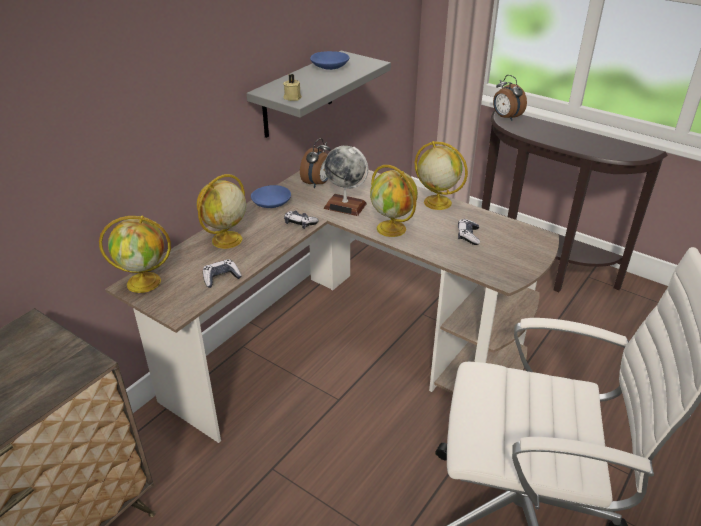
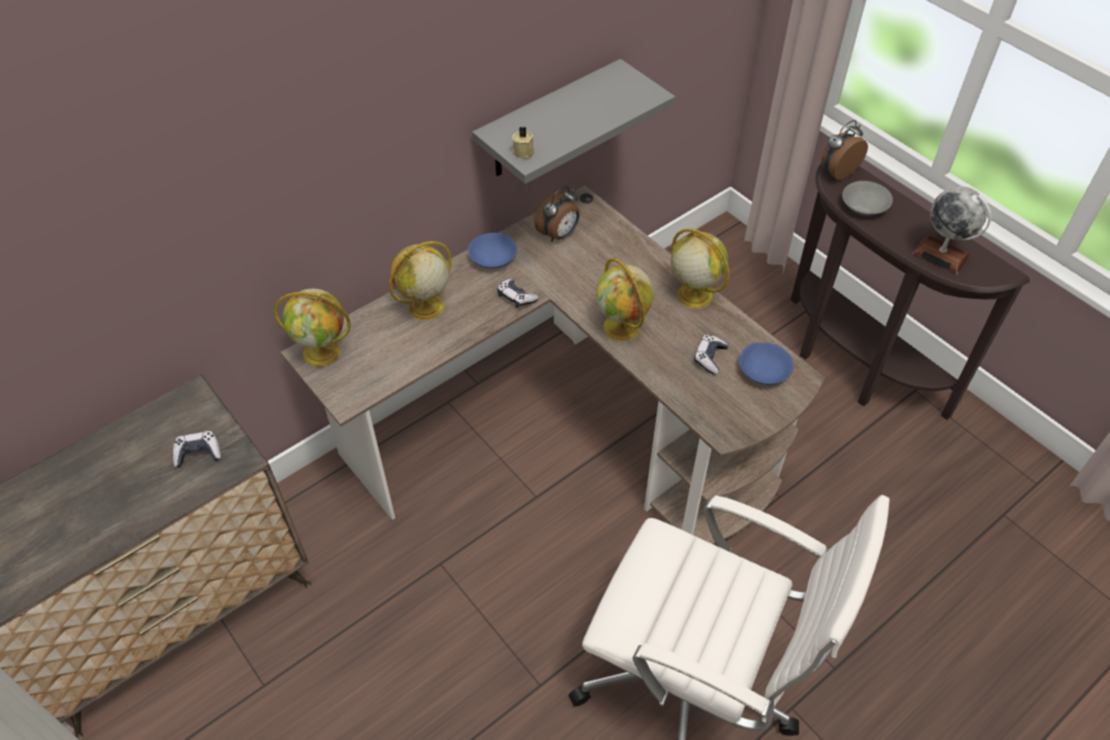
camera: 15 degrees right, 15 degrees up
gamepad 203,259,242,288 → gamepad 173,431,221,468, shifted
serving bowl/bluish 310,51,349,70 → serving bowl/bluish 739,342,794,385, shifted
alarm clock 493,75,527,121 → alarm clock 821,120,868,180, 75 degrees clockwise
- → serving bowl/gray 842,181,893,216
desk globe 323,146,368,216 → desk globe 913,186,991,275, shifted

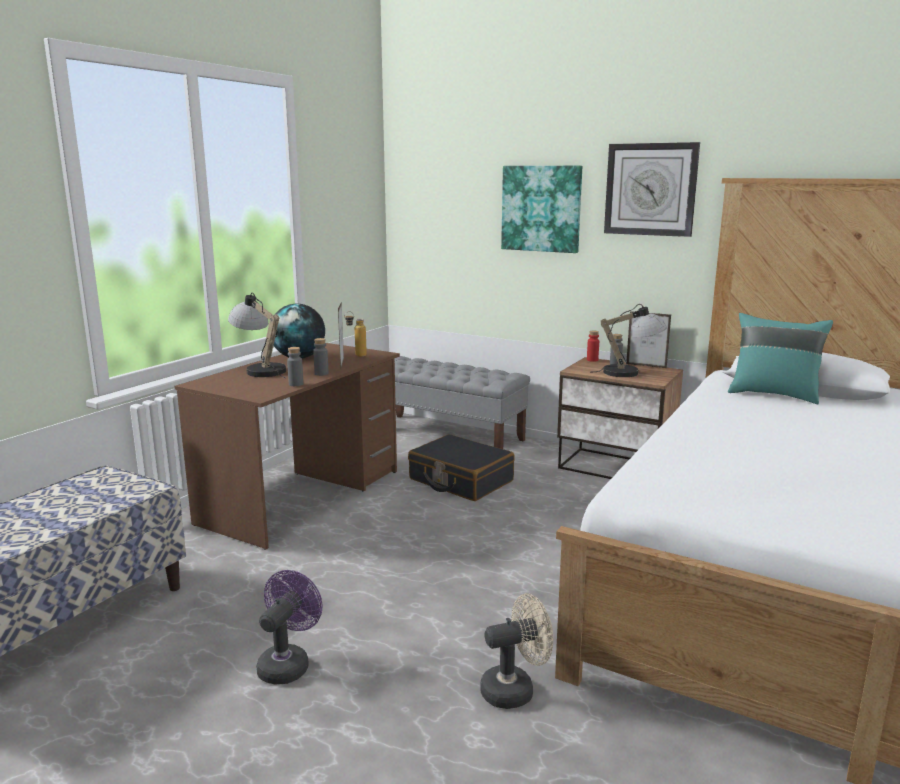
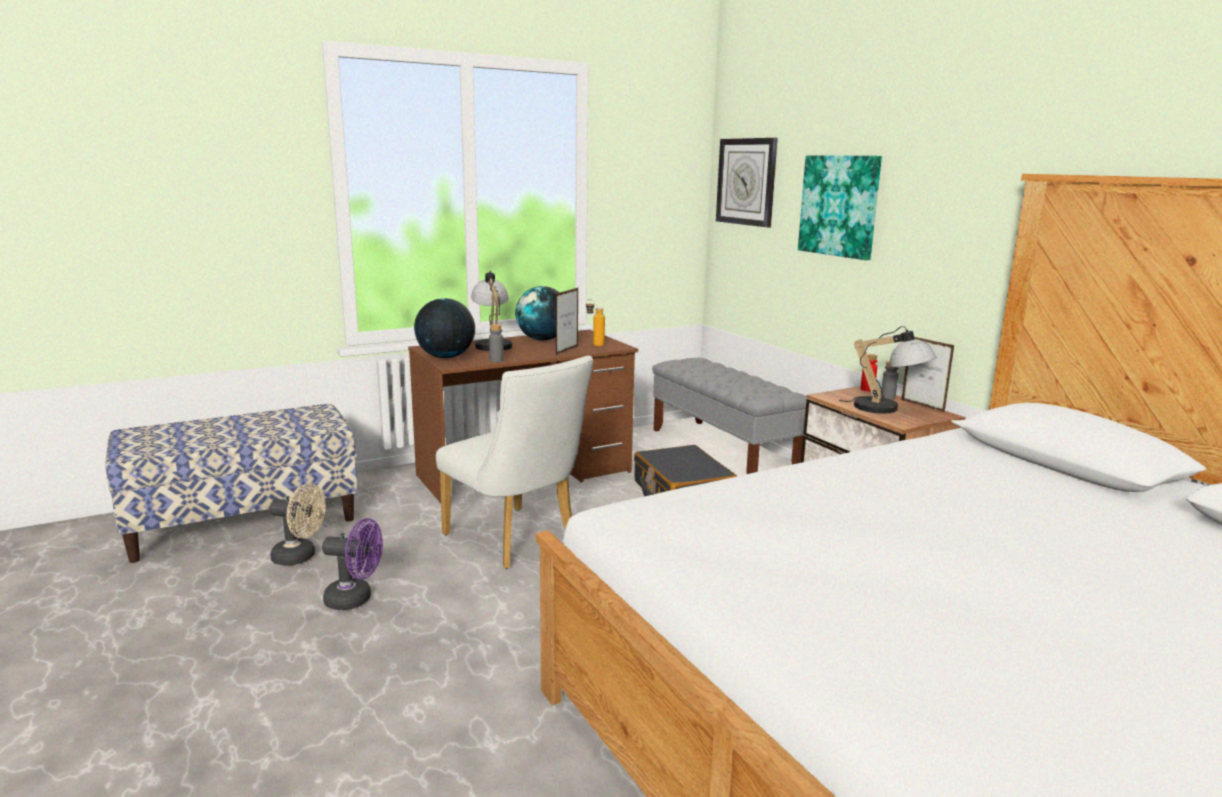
camera: 30 degrees right, 0 degrees up
cooling fan/beige 480,594,553,709 → cooling fan/beige 269,483,326,565, shifted
cooling fan/purplish 256,570,322,684 → cooling fan/purplish 322,518,383,610, 45 degrees clockwise
- → desk globe 414,298,475,358
- → chair/whitish 436,356,593,569
hanging clock 604,142,700,237 → hanging clock 716,138,778,227, shifted
beverage bottle/gray 313,338,329,376 → -
pillow/turquoise-coloured 728,313,833,404 → -

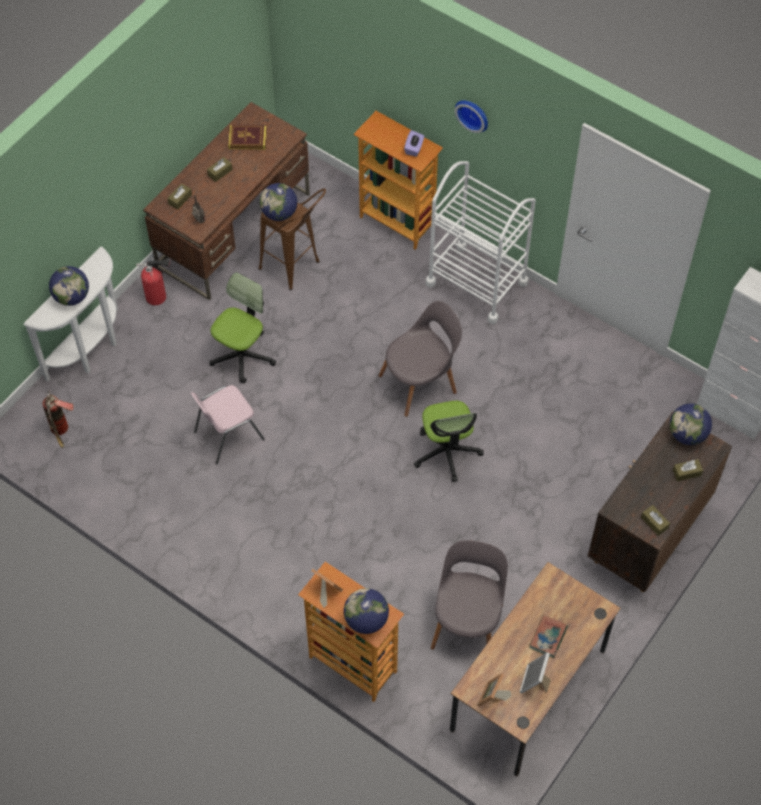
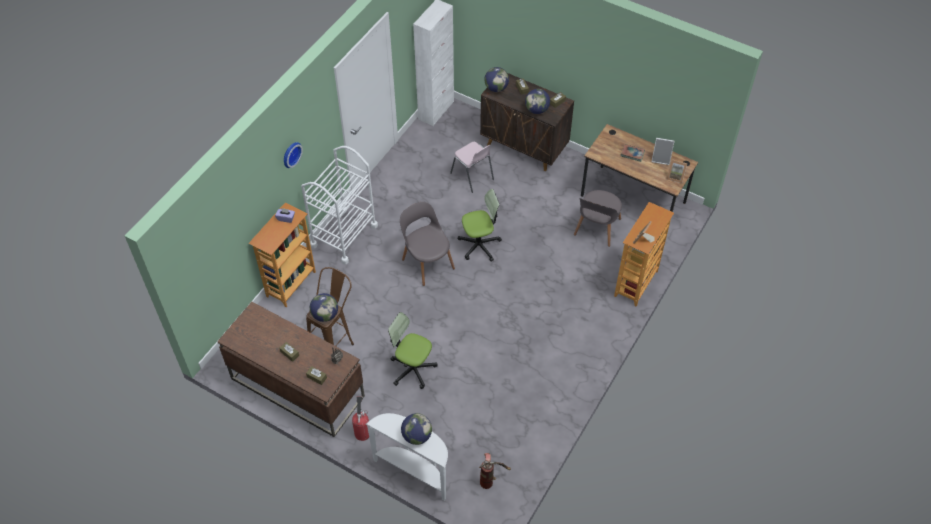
camera: 95 degrees left, 5 degrees down
chair/pink-coloured 191,385,265,465 → chair/pink-coloured 450,142,494,193, shifted
desk globe 344,588,389,634 → desk globe 525,89,550,114, shifted
chair/gray 431,540,508,650 → chair/gray 574,190,622,247, 75 degrees counterclockwise
volume 228,125,267,150 → -

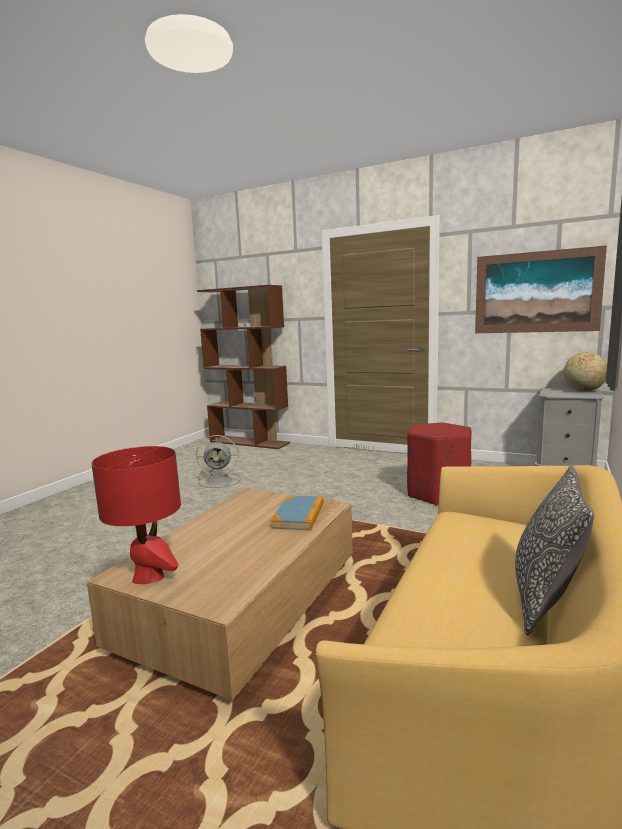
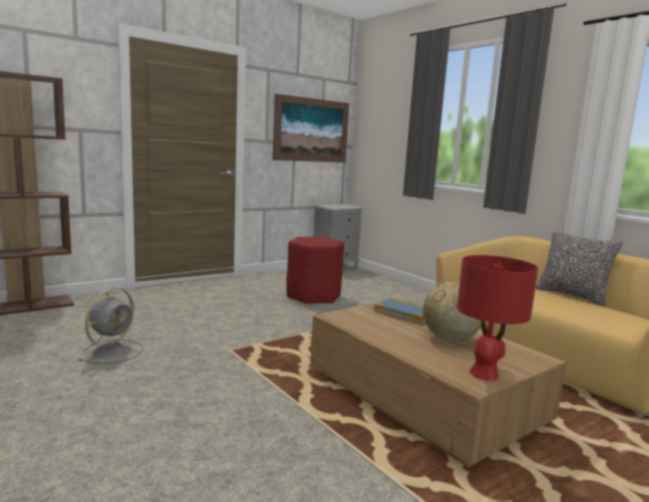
camera: 65 degrees left, 0 degrees up
desk globe 563,352,607,391 → desk globe 423,282,481,342, shifted

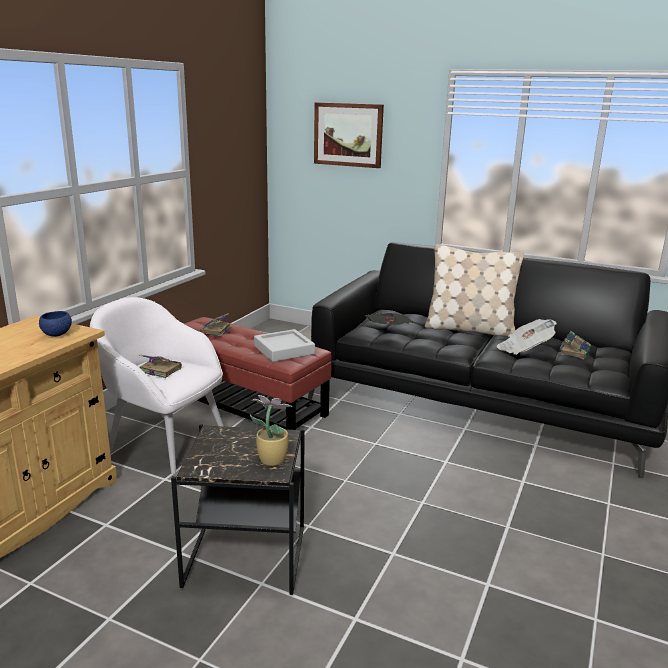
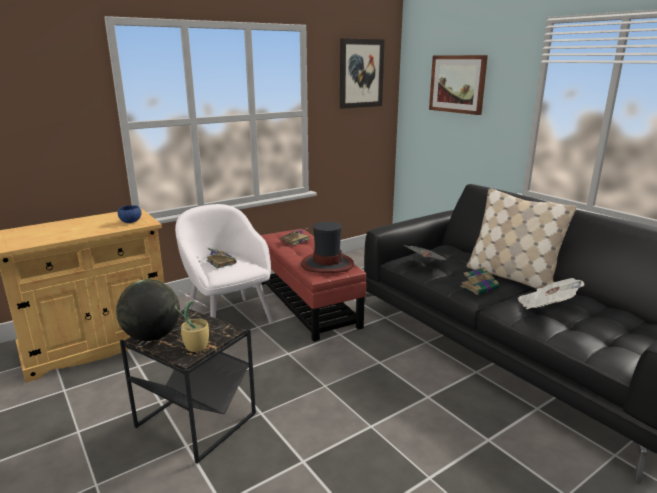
camera: 30 degrees right, 0 degrees up
- → desk globe 116,279,180,341
tray/gray 254,329,315,362 → wearable hat 301,222,354,273
- → wall art 340,38,385,109
volume 559,331,592,359 → volume 460,267,499,295, shifted

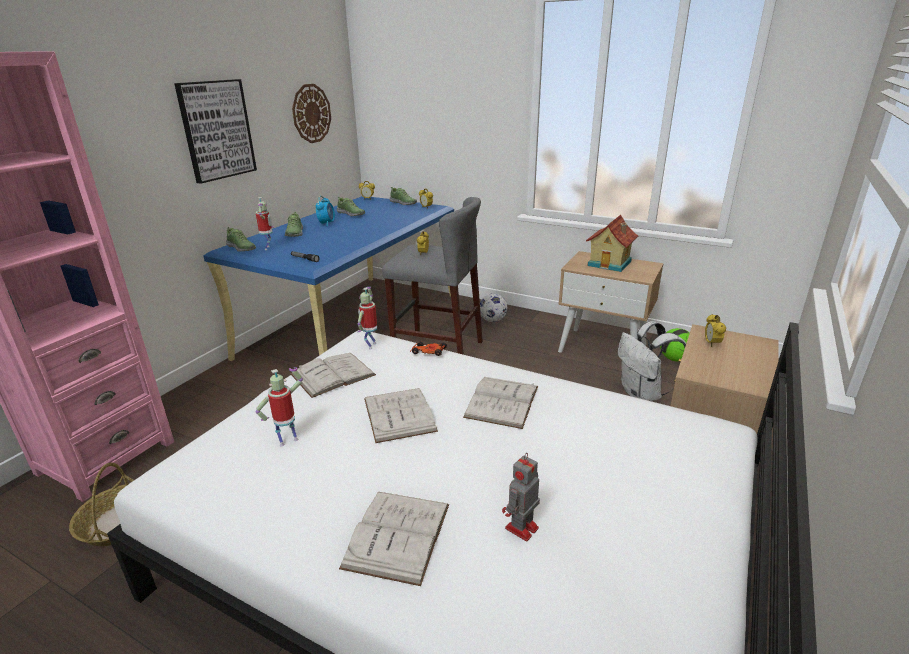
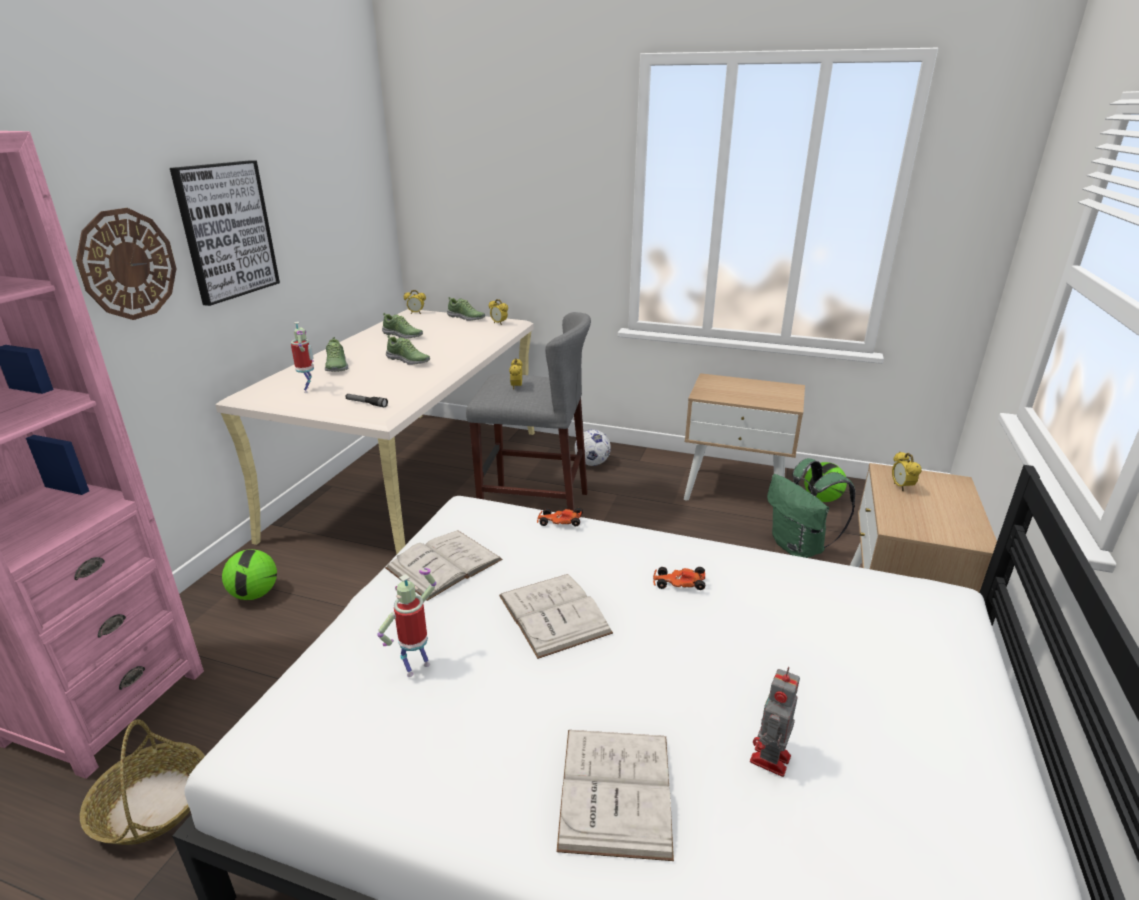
camera: 10 degrees left, 0 degrees up
hanging clock 292,84,331,143 → hanging clock 76,208,177,320, shifted
desk table/bluish 203,196,454,361 → desk table/beige 215,309,535,554
- → football 222,549,277,600
item of footwear 226,227,256,252 → item of footwear 386,335,430,365, shifted
volume/whitish 463,377,538,429 → model car 653,567,705,590
rucksack/whitish 618,321,686,401 → rucksack/greenish 767,458,855,558
alarm clock 316,196,335,226 → -
robot figure 357,287,377,350 → -
model house 586,215,638,272 → -

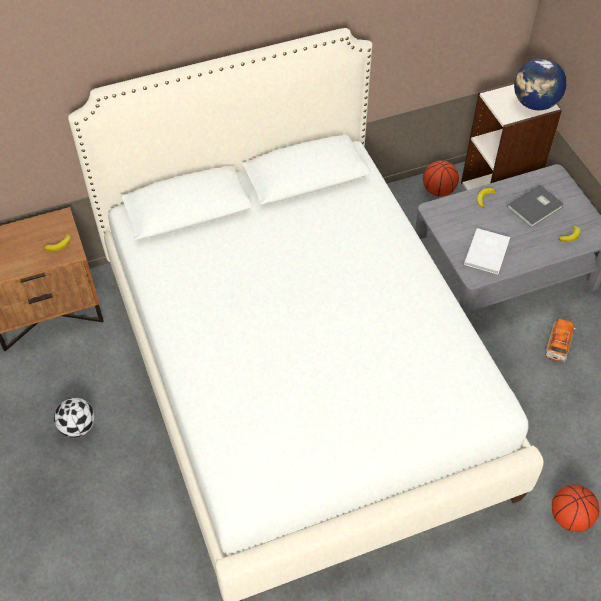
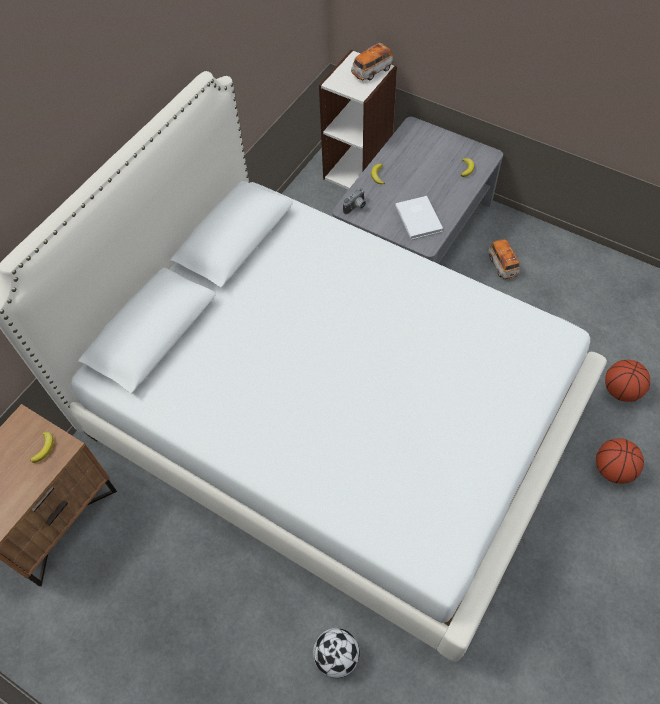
camera: 35 degrees left, 5 degrees up
football 54,398,95,438 → football 313,628,360,678, shifted
- → still camera 343,188,366,214
desk globe 514,58,567,110 → model car 351,43,393,80
ball for basketball 423,160,459,197 → ball for basketball 596,439,644,484, shifted
volume/gray 507,185,564,227 → -

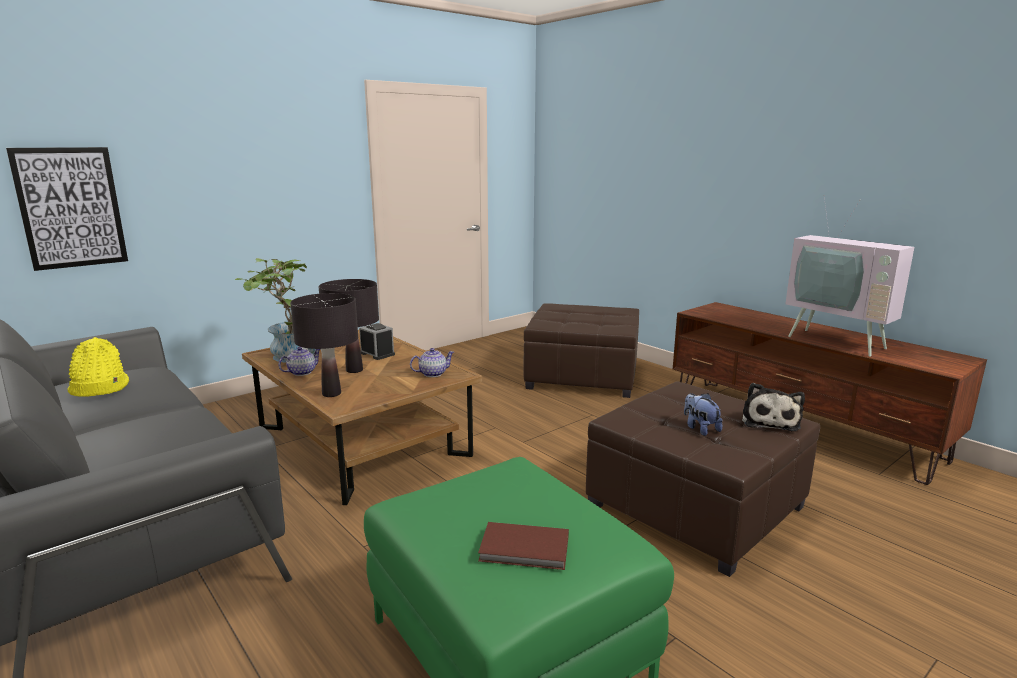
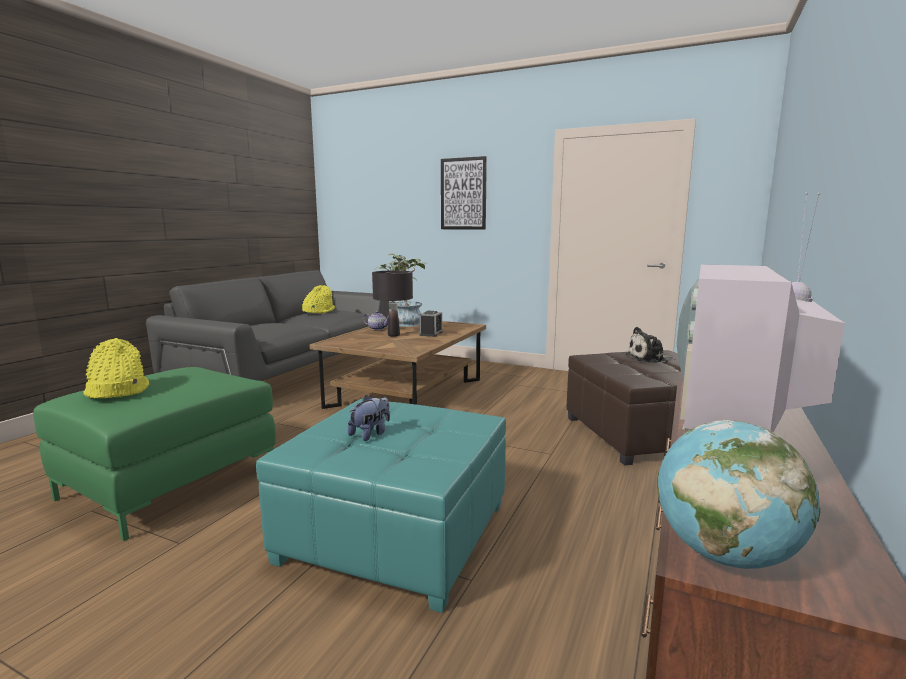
camera: 65 degrees right, 5 degrees down
volume/brown-coloured 478,522,569,570 → wearable hat/yellow 83,338,149,398
footrest/brown-coloured 586,381,820,577 → footrest/turquoise-coloured 256,398,506,613
wall art 6,147,128,271 → wall art 441,156,487,229, shifted
cuddly toy 742,383,805,431 → cuddly toy 626,327,672,363, shifted
- → desk globe 657,420,820,569
table lamp/black-coloured 290,293,358,397 → -
pot for tea 410,348,454,377 → -

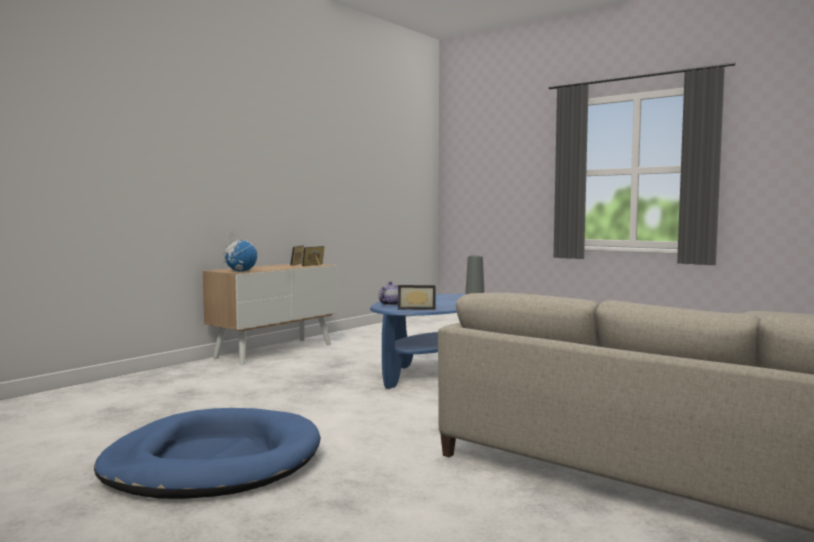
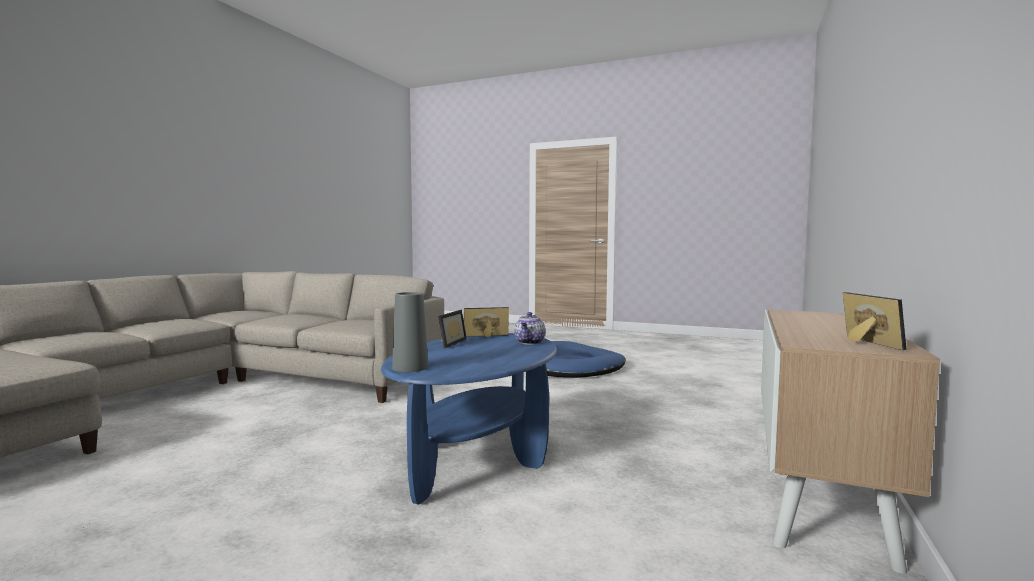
camera: 165 degrees right, 0 degrees up
picture frame 302,246,325,266 → picture frame 438,310,467,348, shifted
desk globe 223,231,257,272 → -

